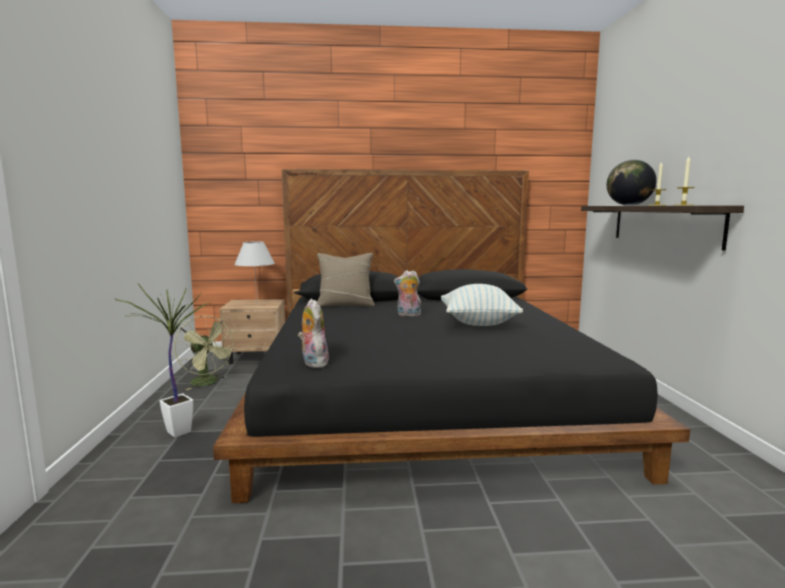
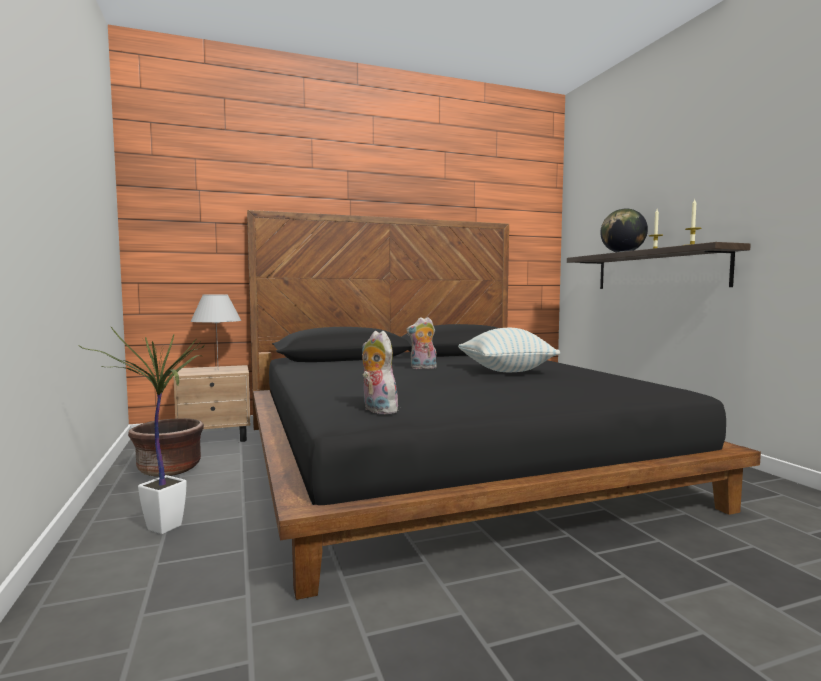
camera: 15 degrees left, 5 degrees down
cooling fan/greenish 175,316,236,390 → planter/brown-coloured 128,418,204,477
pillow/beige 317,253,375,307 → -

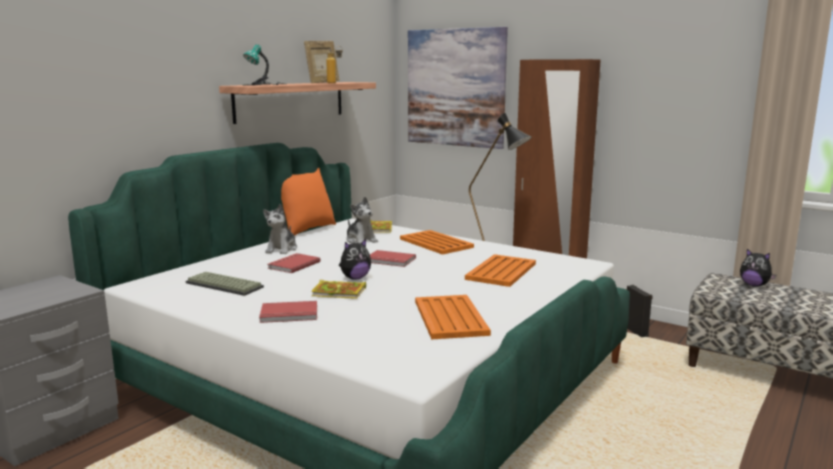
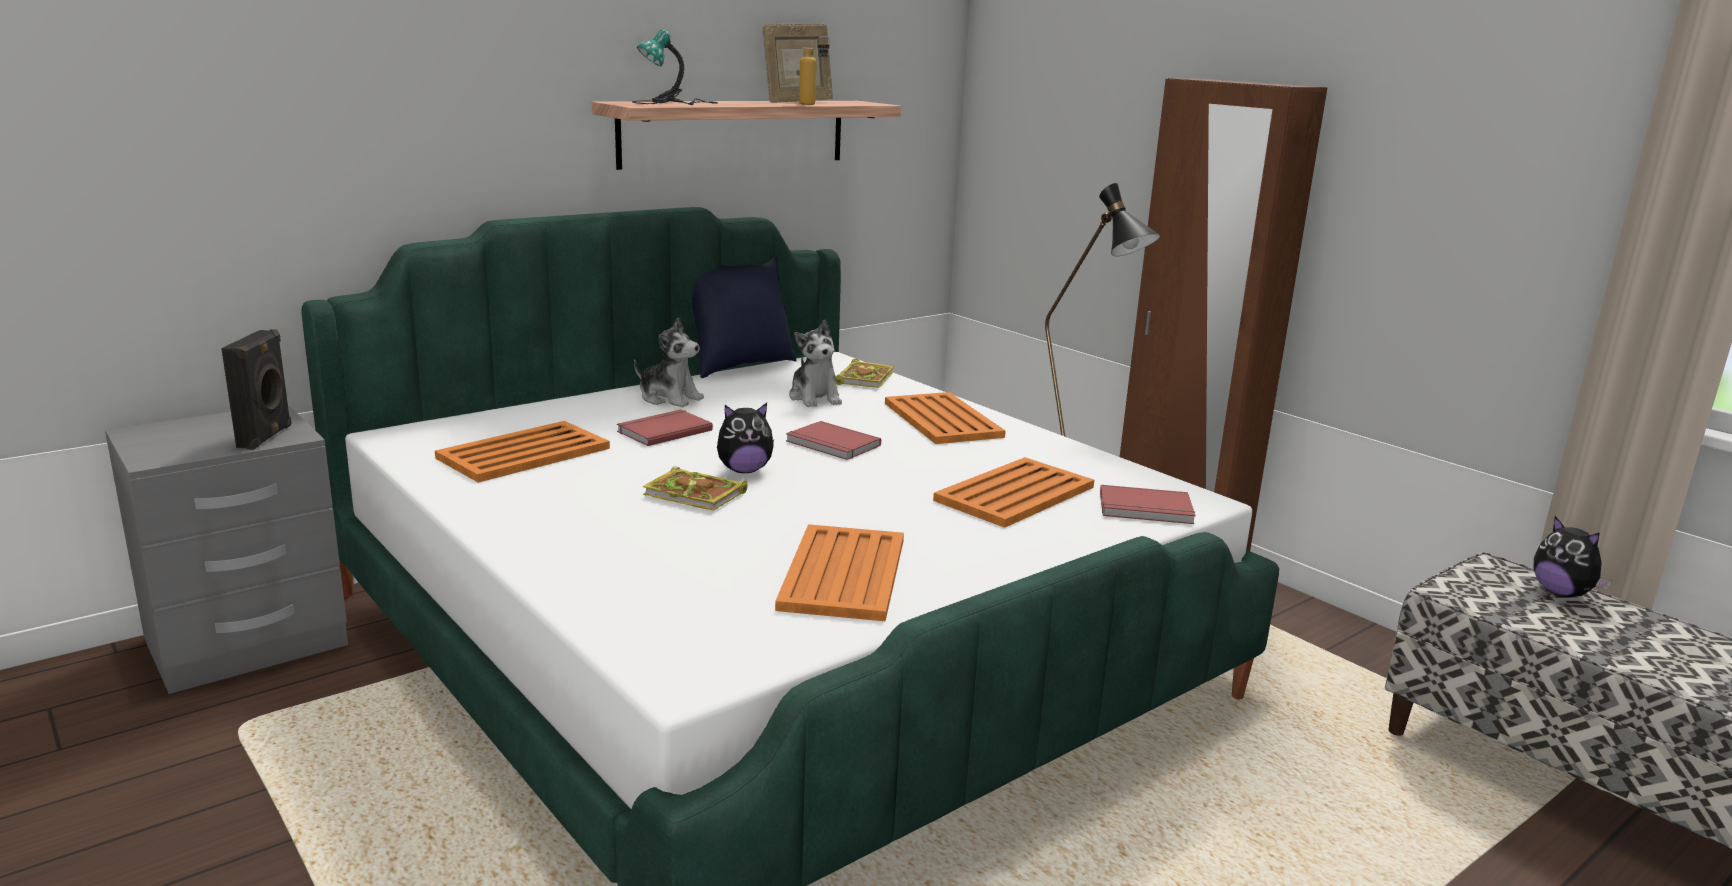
camera: 15 degrees right, 5 degrees up
loudspeaker/black-coloured 627,285,653,337 → loudspeaker/black-coloured 221,329,292,450, shifted
PC keyboard 186,272,264,296 → tray/orange 435,421,610,483
cuddly toy 263,204,297,254 → cuddly toy 634,317,704,407, 90 degrees counterclockwise
pillow/orange 281,168,336,236 → pillow/bluish 692,256,797,378
volume/reddish 259,301,317,323 → volume/reddish 1100,485,1195,524, shifted
wall art 408,27,508,149 → -

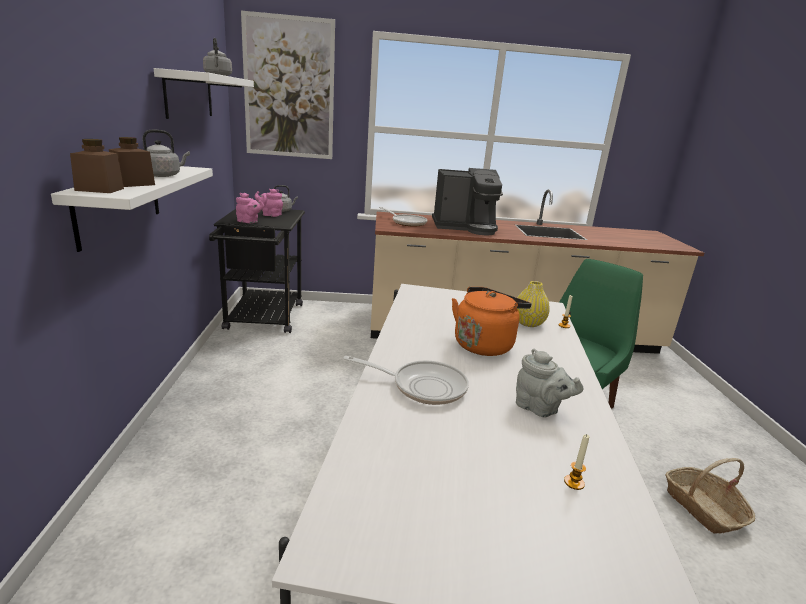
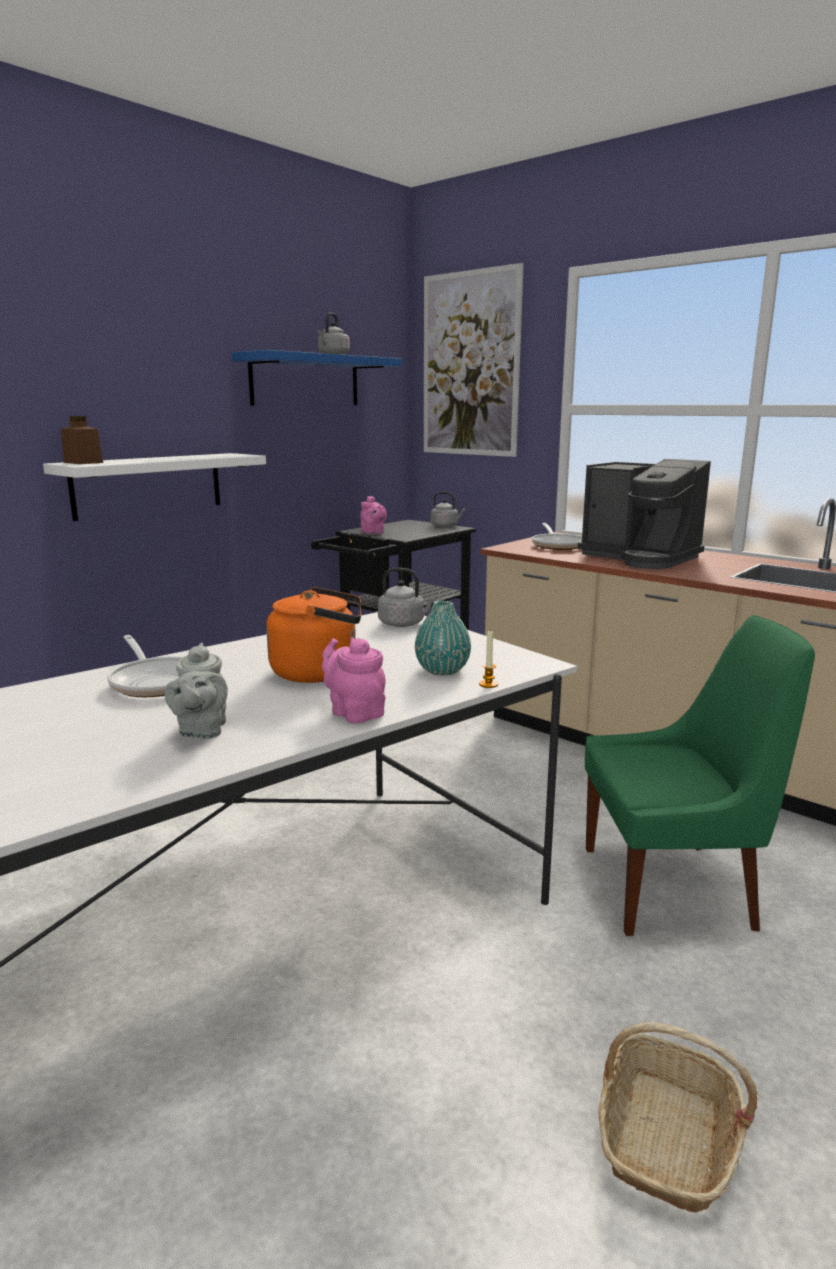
camera: 45 degrees right, 5 degrees down
wall shelf/whitish 154,68,254,119 → wall shelf/bluish 232,350,402,405
pot for tea/pink-coloured 255,188,283,217 → pot for tea/pink-coloured 322,637,386,723, shifted
water kettle/gray 142,130,190,177 → water kettle/gray 378,568,436,627, shifted
flower vase/yellow 517,281,550,327 → flower vase/turquoise-coloured 415,601,471,675
storage jar/brown-coloured 109,137,155,187 → -
wax candle 564,434,590,490 → -

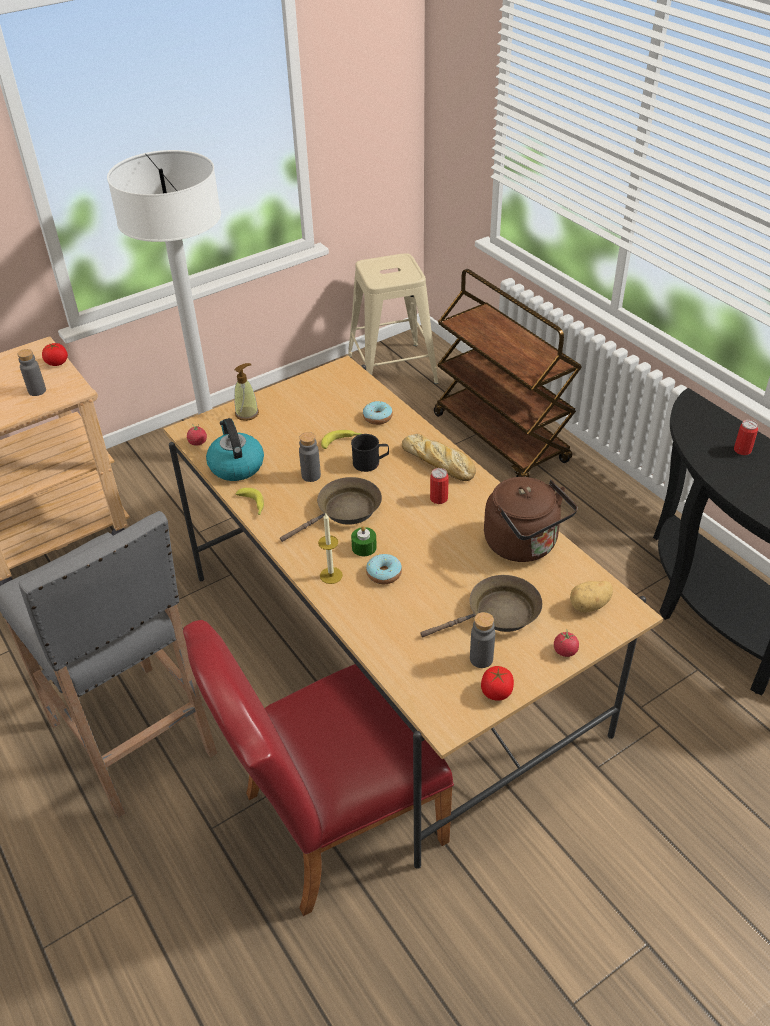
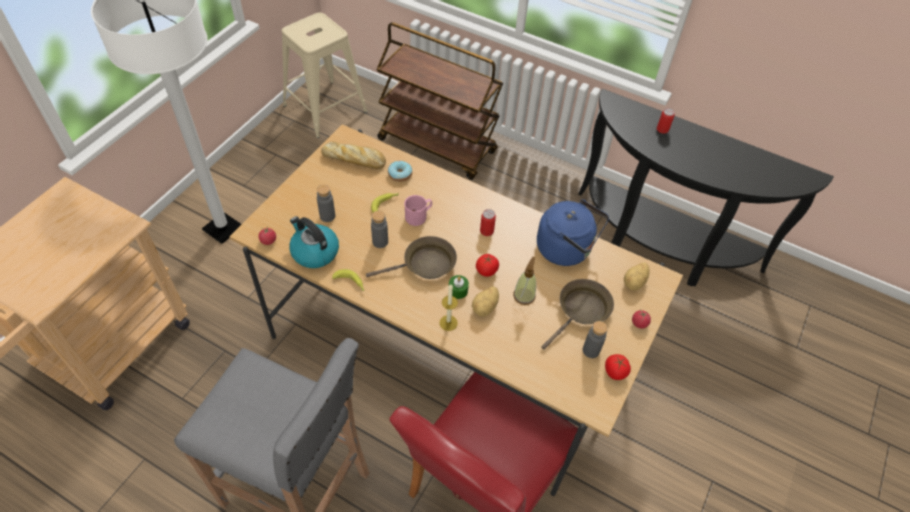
camera: 30 degrees left, 10 degrees up
beverage bottle/gray 18,349,46,396 → beverage bottle/gray 317,185,335,222, shifted
bread 402,434,476,481 → bread 321,141,386,169, shifted
skillet/brown-coloured 280,477,382,542 → skillet/brown-coloured 366,236,457,279, 45 degrees clockwise
coffee mug/black-coloured 351,434,389,472 → coffee mug/pink-coloured 404,195,432,226
ring doughnut 366,554,402,584 → spud 472,286,499,317
fresh tomato 42,343,68,366 → fresh tomato 476,254,499,277, shifted
liquid soap bottle 234,363,259,421 → liquid soap bottle 513,257,536,305, shifted
water kettle/brown-coloured 484,477,577,562 → water kettle/bluish 537,199,609,266

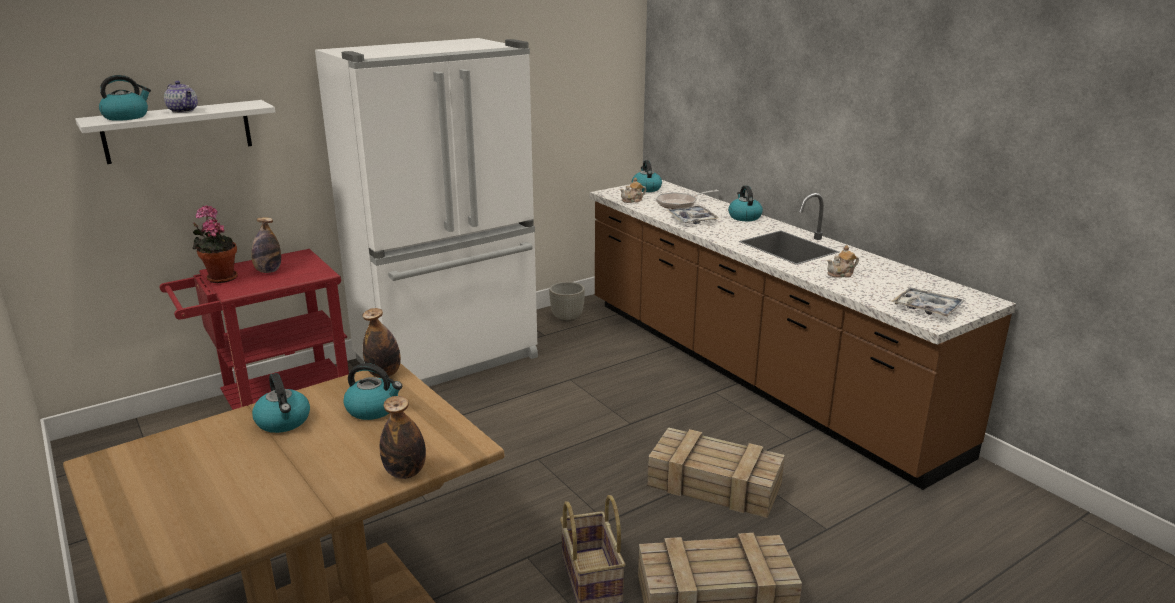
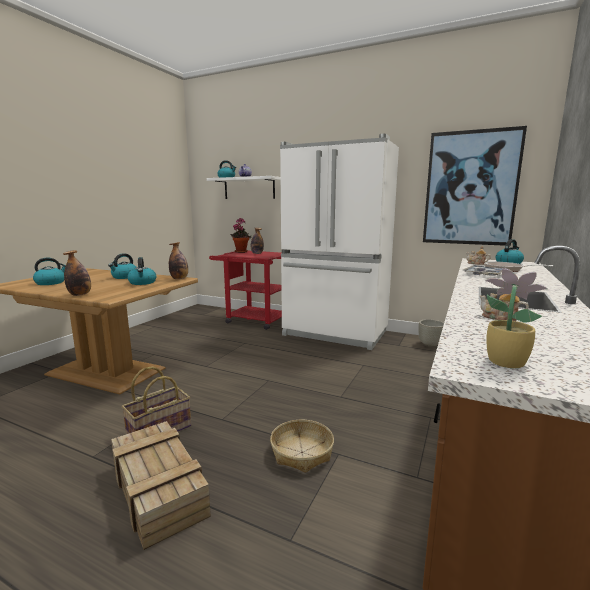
camera: 60 degrees right, 10 degrees down
water kettle 728,186,763,221 → water kettle 33,258,66,285, shifted
crate 647,427,785,518 → household basket 270,420,334,473
- → wall art 423,126,527,246
tray 891,288,965,317 → potted plant 485,268,548,368

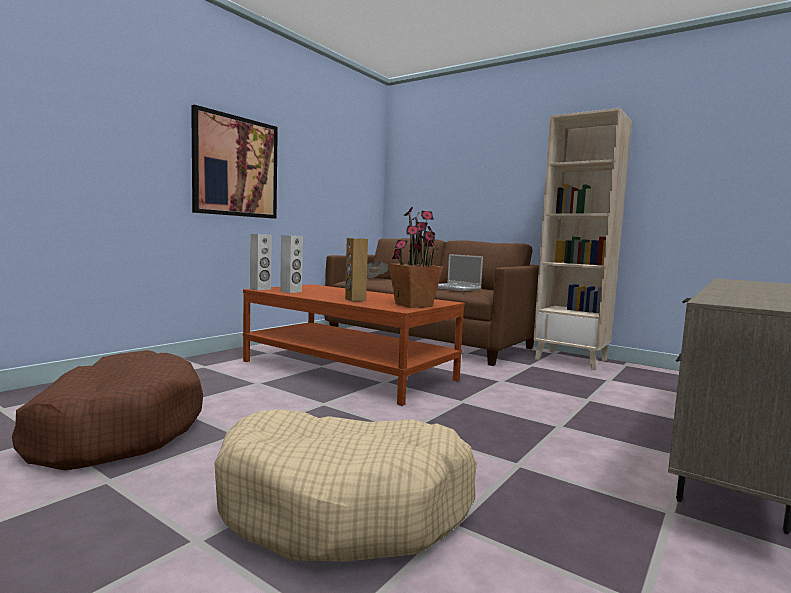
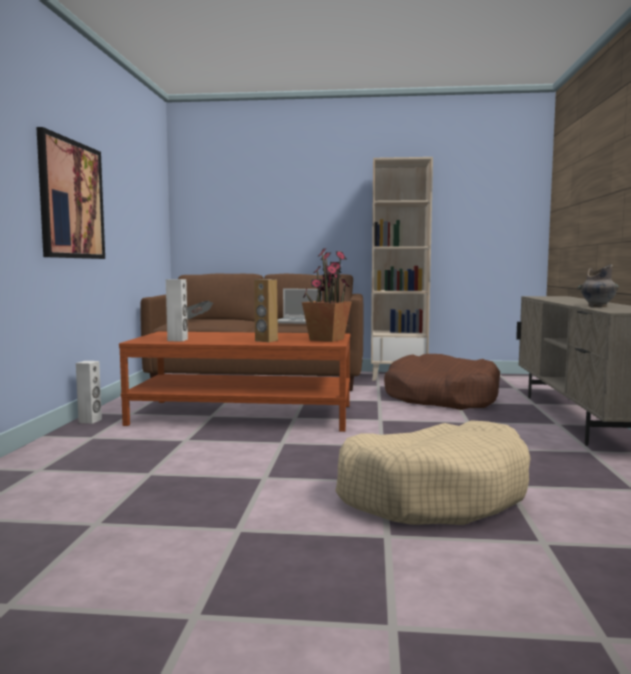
camera: 30 degrees left, 0 degrees up
loudspeaker/whitish 250,234,272,290 → loudspeaker/whitish 76,361,102,424, shifted
dog bed/brown-coloured 12,350,203,471 → dog bed/brown-coloured 384,354,500,410, shifted
- → flower vase/gray 577,264,619,307

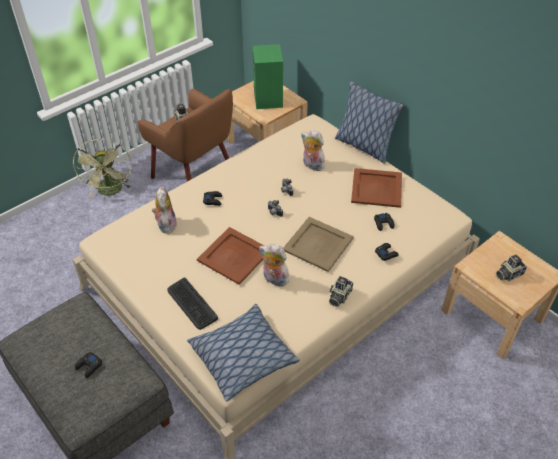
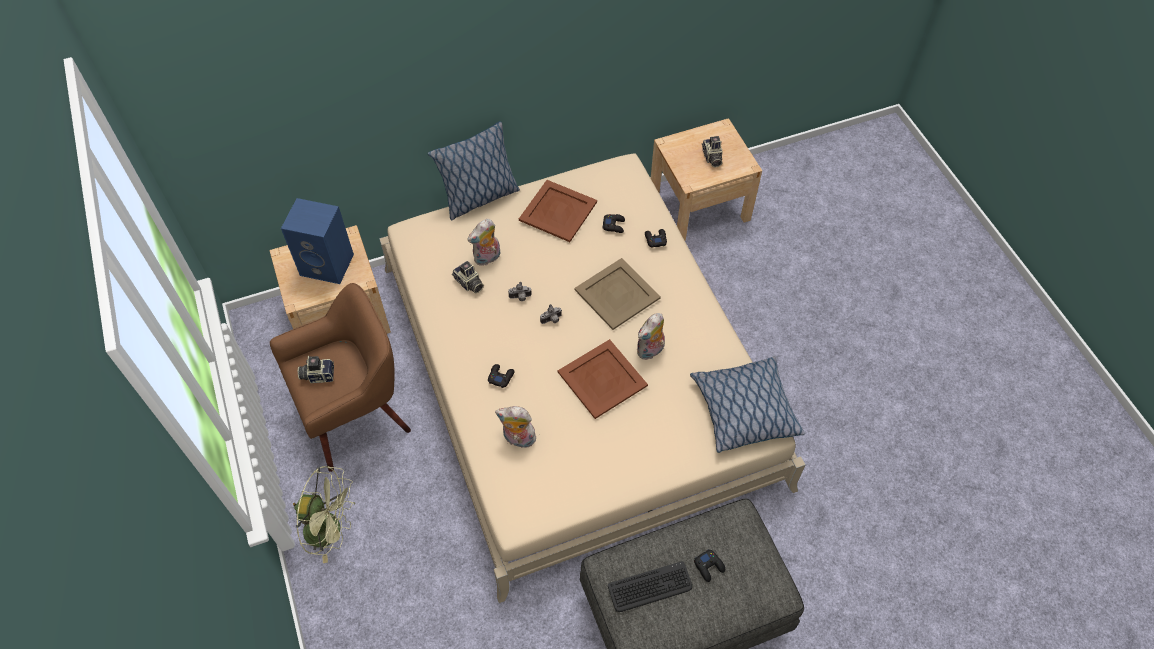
camera: 70 degrees left, 10 degrees up
loudspeaker/greenish 253,44,283,109 → loudspeaker/bluish 281,198,354,284
still camera 329,276,353,307 → still camera 452,261,484,293, shifted
PC keyboard 167,277,218,330 → PC keyboard 608,561,692,612, shifted

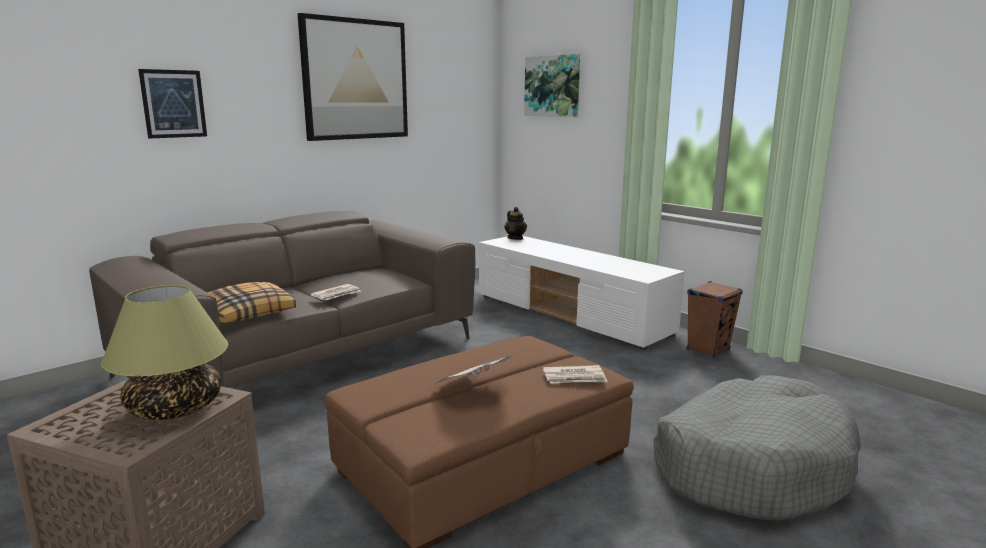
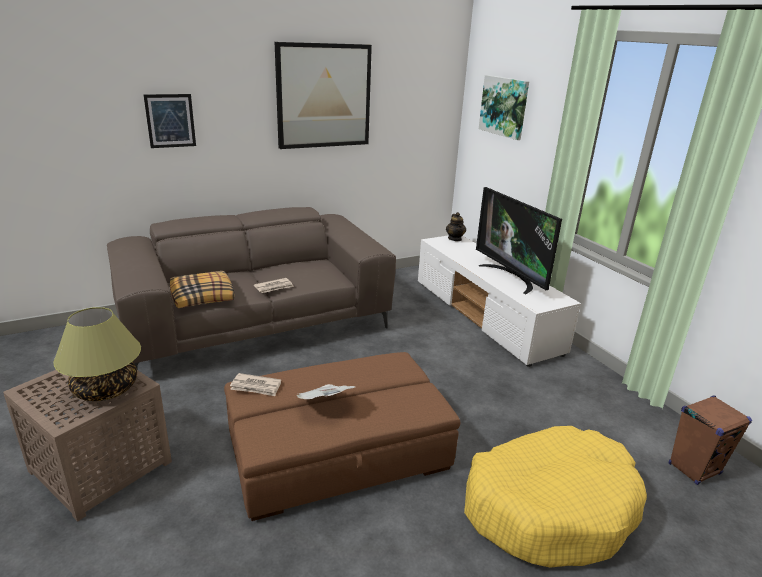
camera: 15 degrees right, 10 degrees up
daily paper 543,365,608,384 → daily paper 230,373,281,396, shifted
dog bed/gray 653,375,861,520 → dog bed/yellow 464,426,647,568
- → television 476,187,562,294
loudspeaker/brown-coloured 687,281,743,358 → loudspeaker/brown-coloured 669,396,752,485, shifted

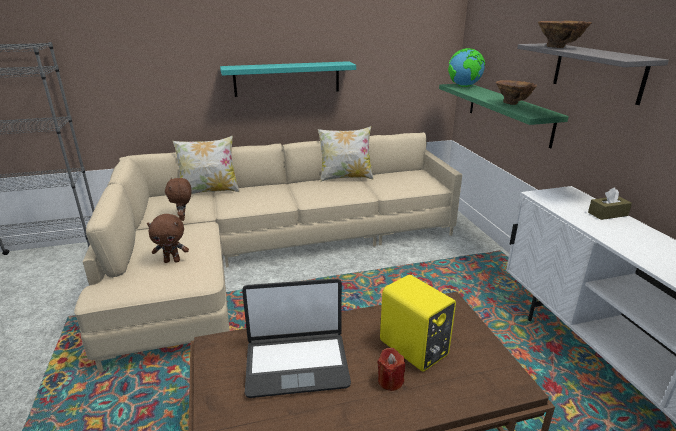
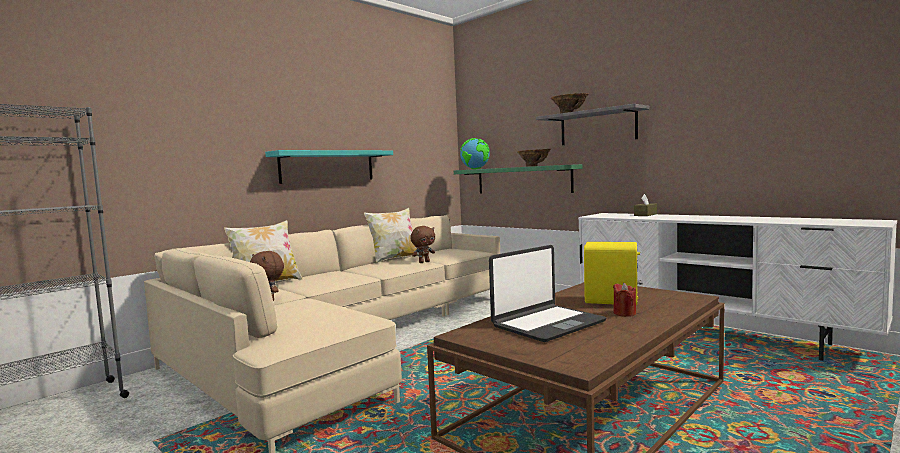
camera: 30 degrees left, 20 degrees down
cuddly toy/brown-coloured 147,214,189,263 → cuddly toy/brown-coloured 410,226,435,263, shifted

